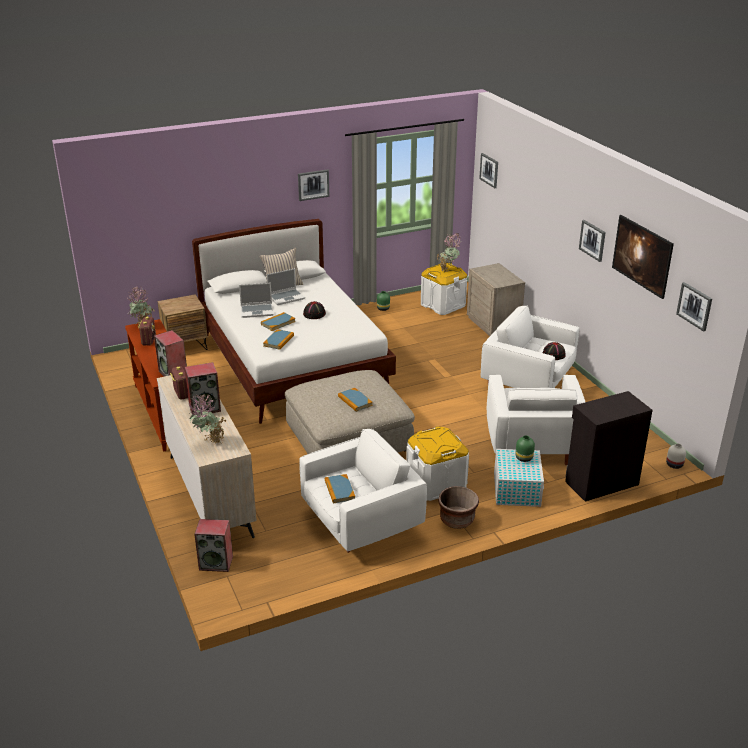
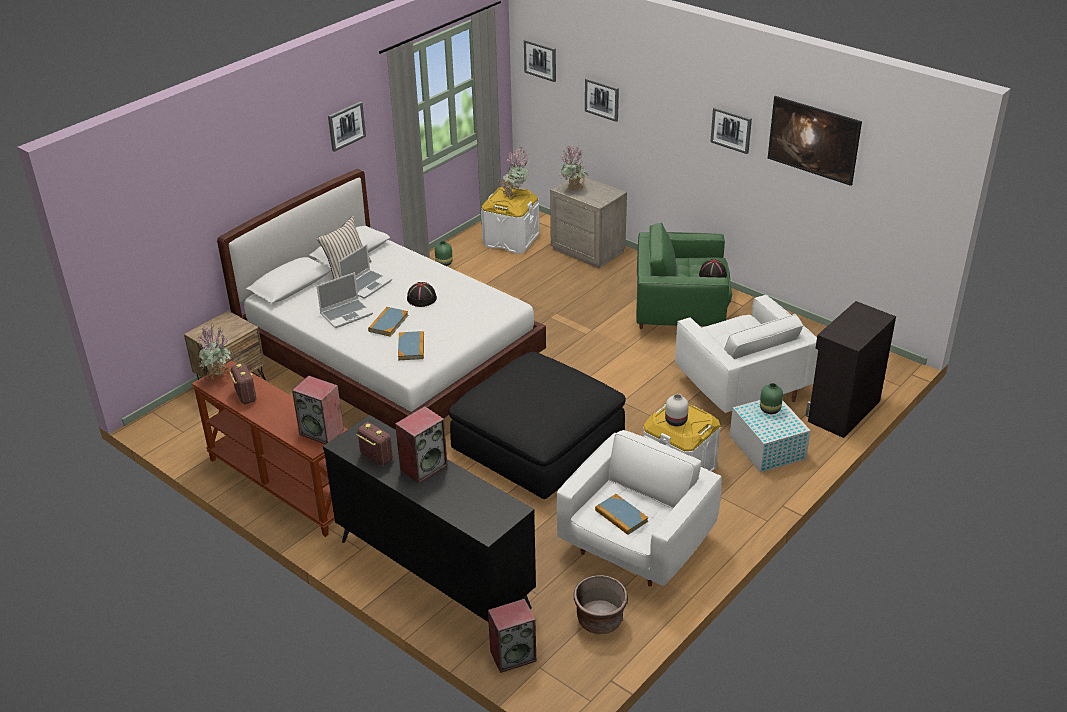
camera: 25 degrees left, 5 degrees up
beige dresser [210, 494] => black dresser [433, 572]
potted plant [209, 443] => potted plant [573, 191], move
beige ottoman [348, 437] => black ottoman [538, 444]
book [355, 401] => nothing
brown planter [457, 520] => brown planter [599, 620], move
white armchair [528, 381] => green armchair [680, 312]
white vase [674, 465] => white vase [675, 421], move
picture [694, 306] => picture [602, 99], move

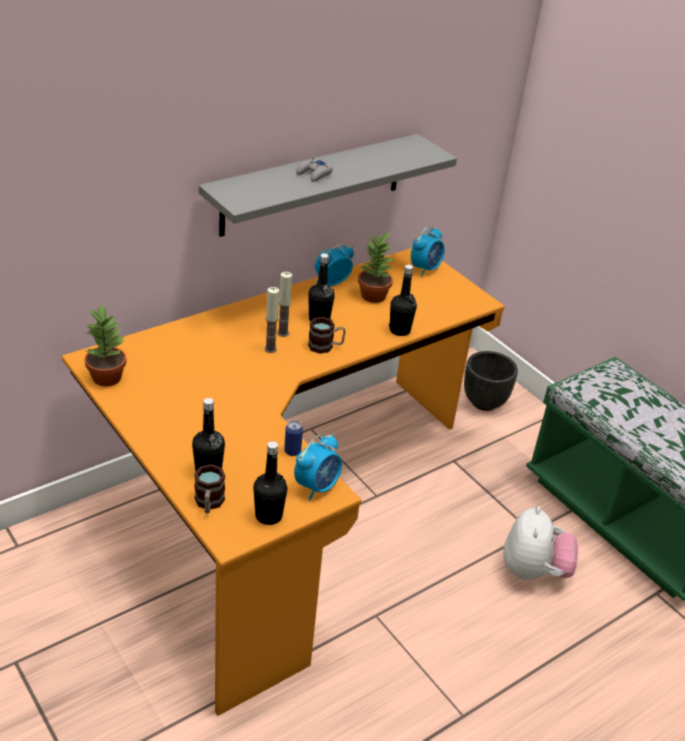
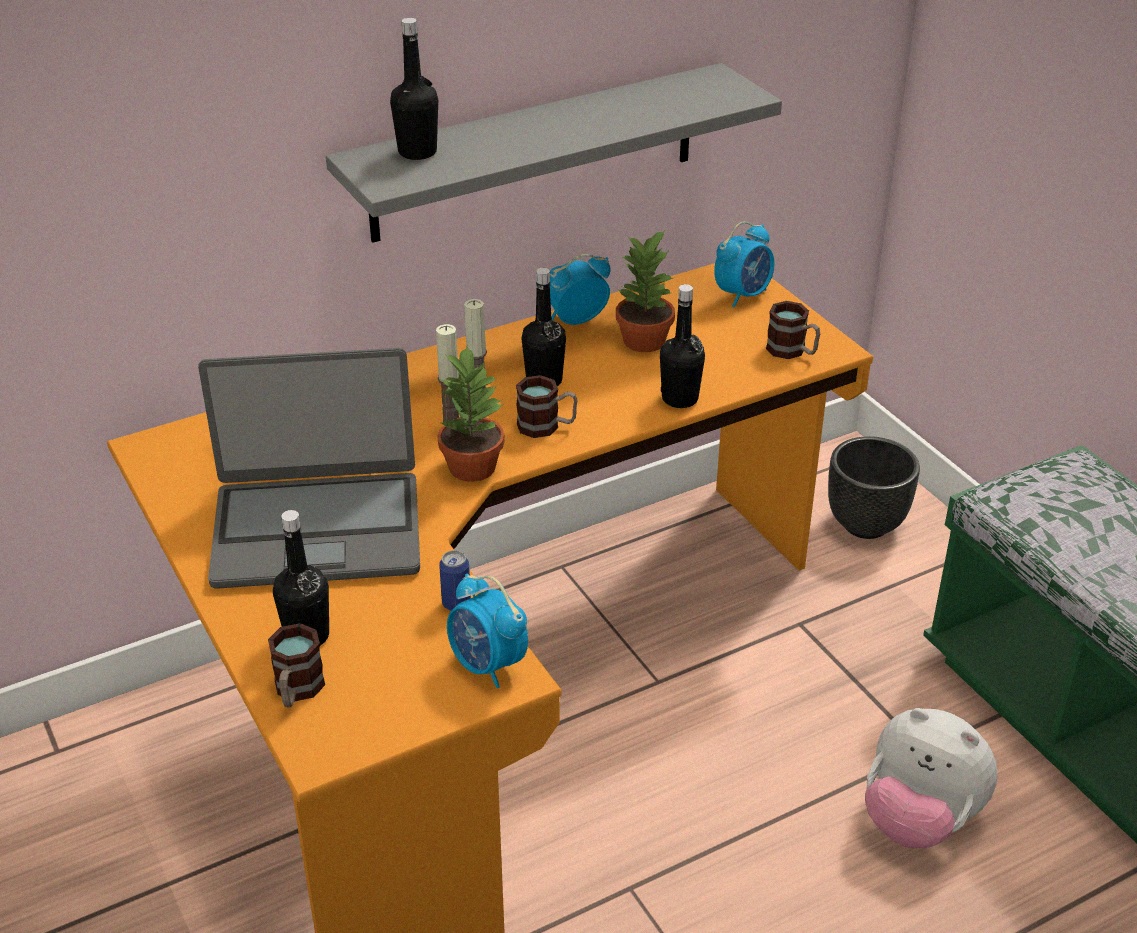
camera: 10 degrees right, 0 degrees up
potted plant [106, 377] => potted plant [471, 466], move
black bottle [268, 515] => black bottle [417, 152], move
alarm clock [317, 486] => alarm clock [487, 665], 90 degrees clockwise
grey game controller [314, 174] => nothing
plush toy [533, 571] => plush toy [919, 820], 105 degrees clockwise
nothing => laptop [317, 530]
nothing => mug [792, 351]

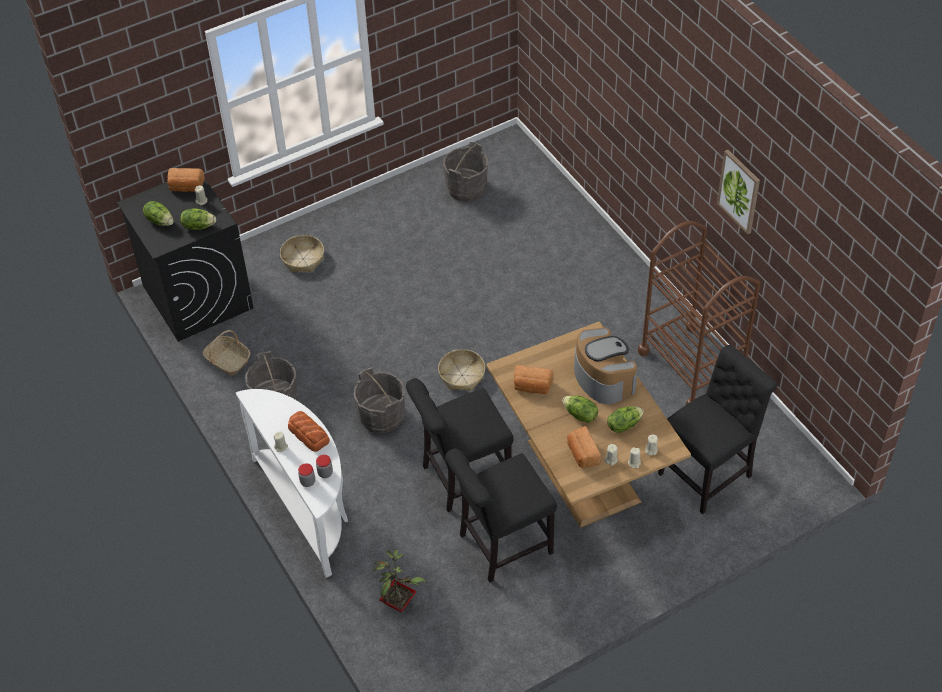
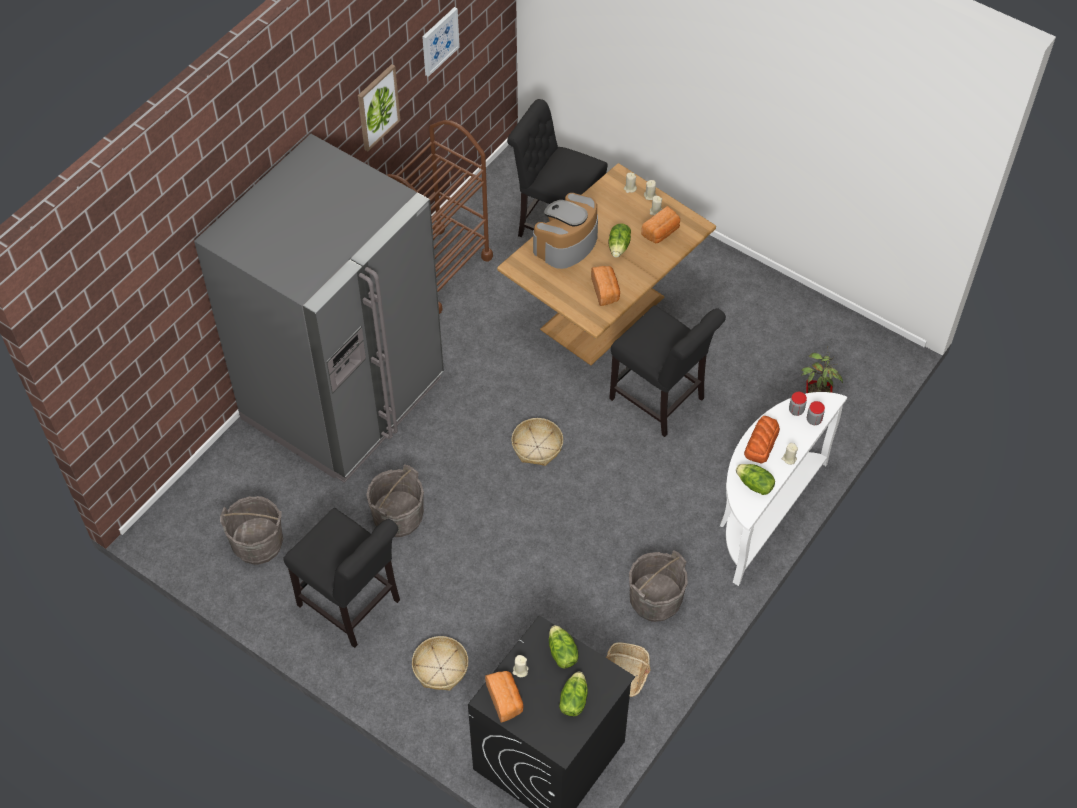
camera: 115 degrees left, 5 degrees up
grey bucket [381, 417] => grey bucket [398, 517], move
black chair [501, 545] => black chair [353, 606], move
lettuce [623, 425] => lettuce [754, 485], move
nothing => grey fridge [343, 399]
nothing => picture [439, 41]

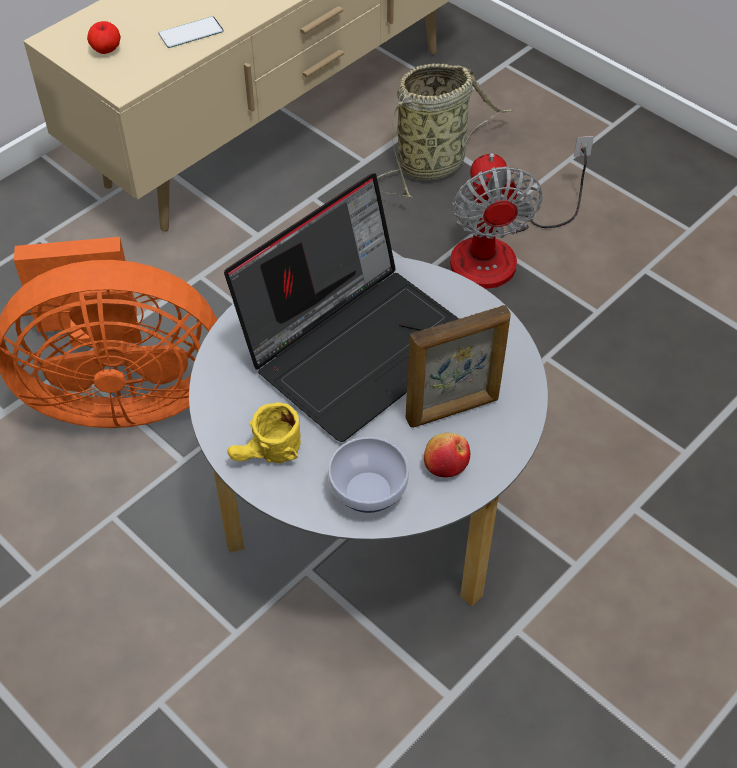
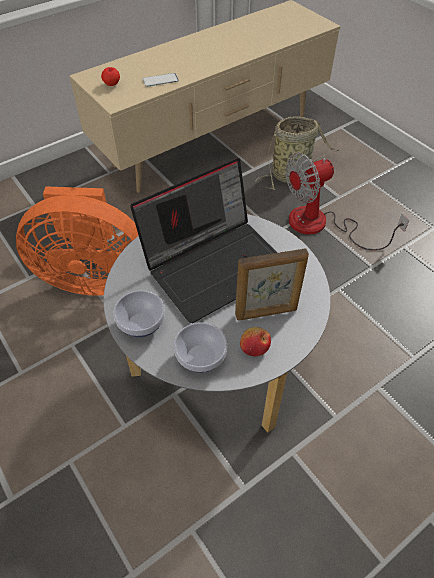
camera: 10 degrees right, 0 degrees up
yellow mug [267, 456] => bowl [143, 325]
fan [500, 250] => fan [321, 225], 60 degrees clockwise

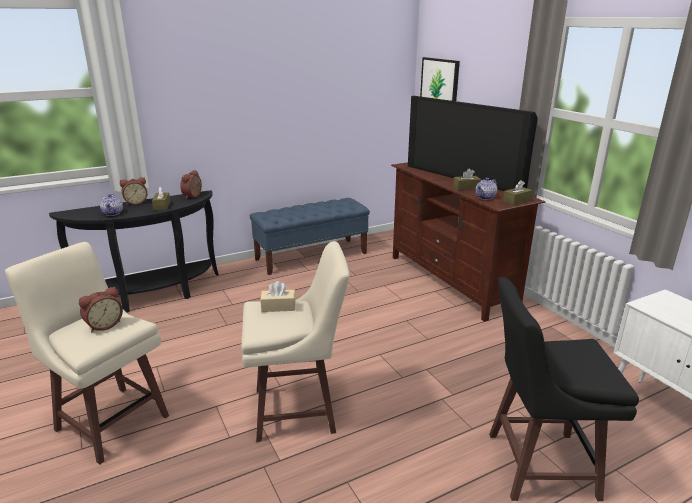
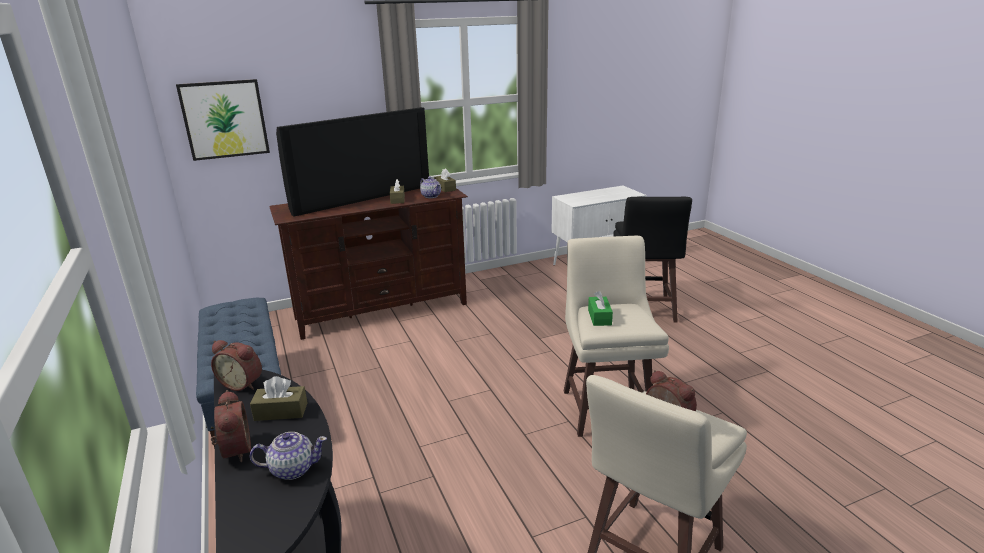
camera: 85 degrees left, 0 degrees up
beige tissue box [278, 307] => green tissue box [599, 317]

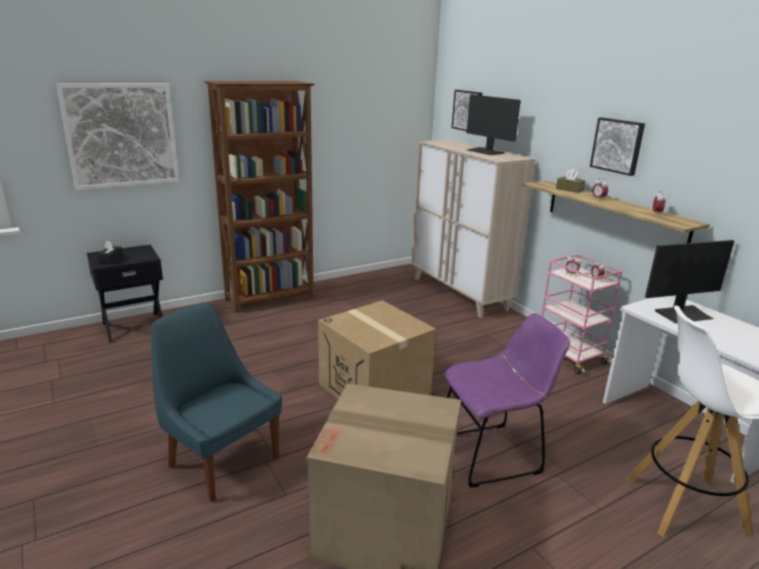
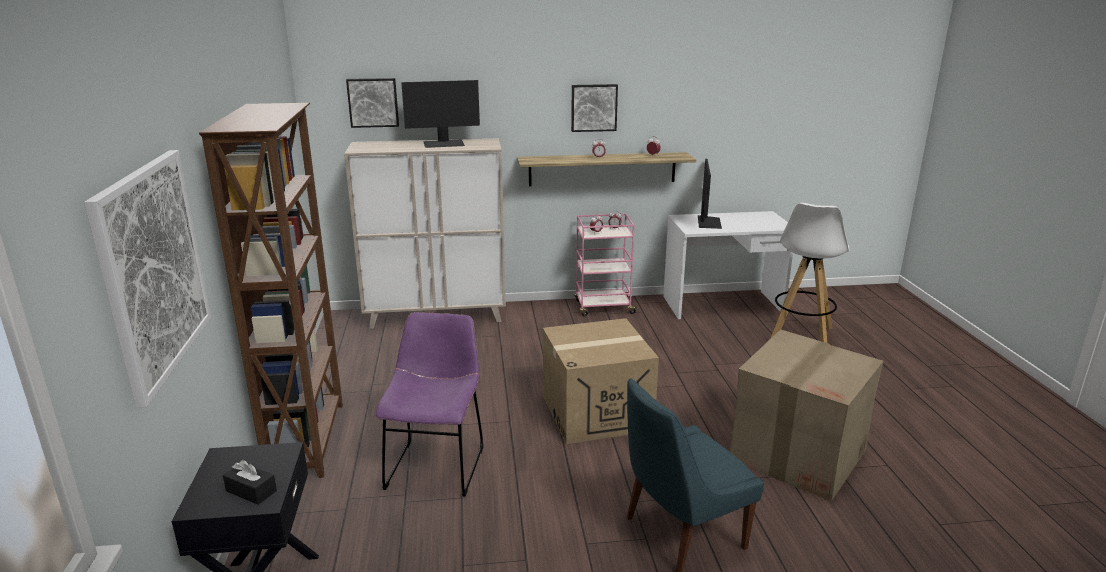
camera: 65 degrees left, 0 degrees up
purple chair [493, 453] => purple chair [437, 464], move
brown tissue box [569, 189] => nothing

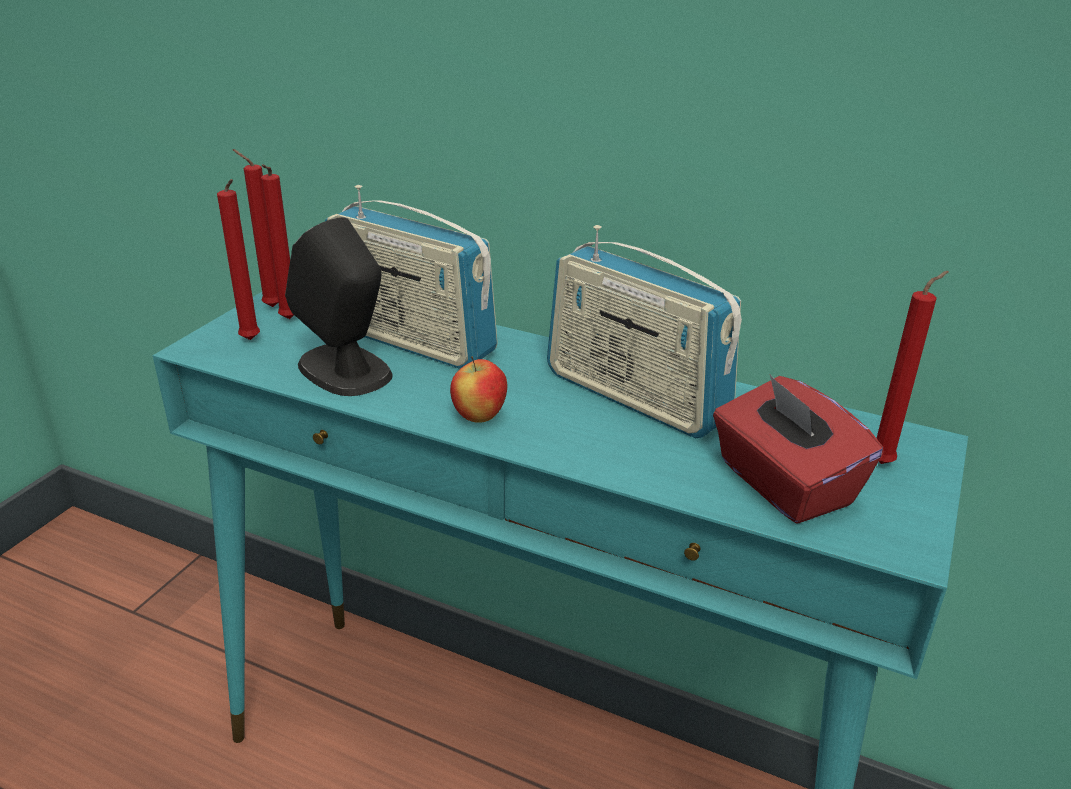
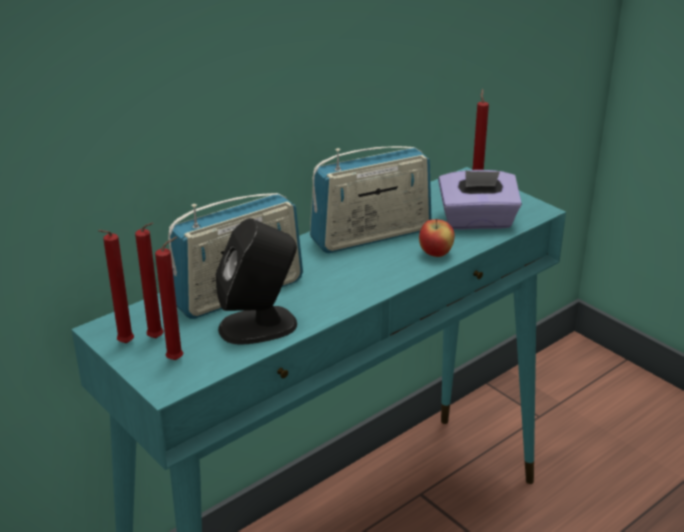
camera: 65 degrees left, 0 degrees up
apple [479, 417] => apple [436, 254], move
red tissue box [783, 484] => purple tissue box [477, 221]

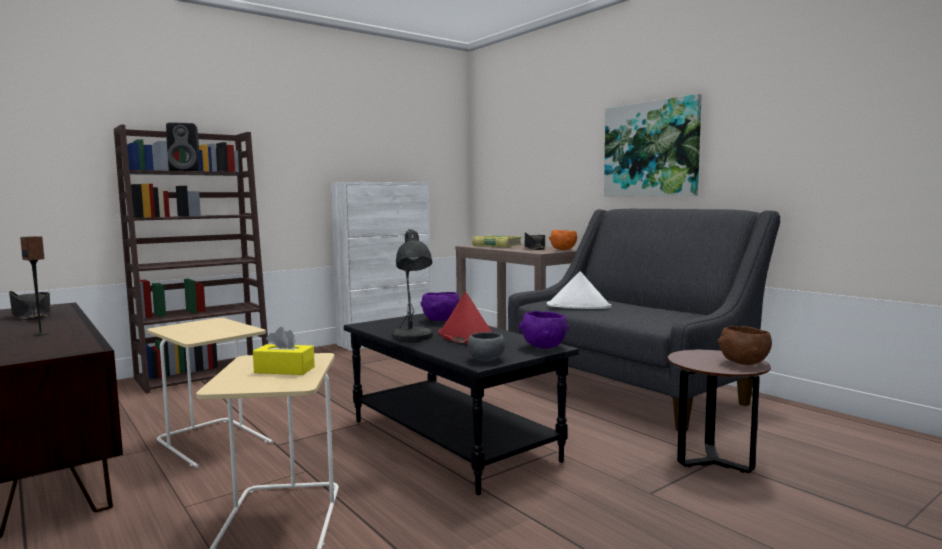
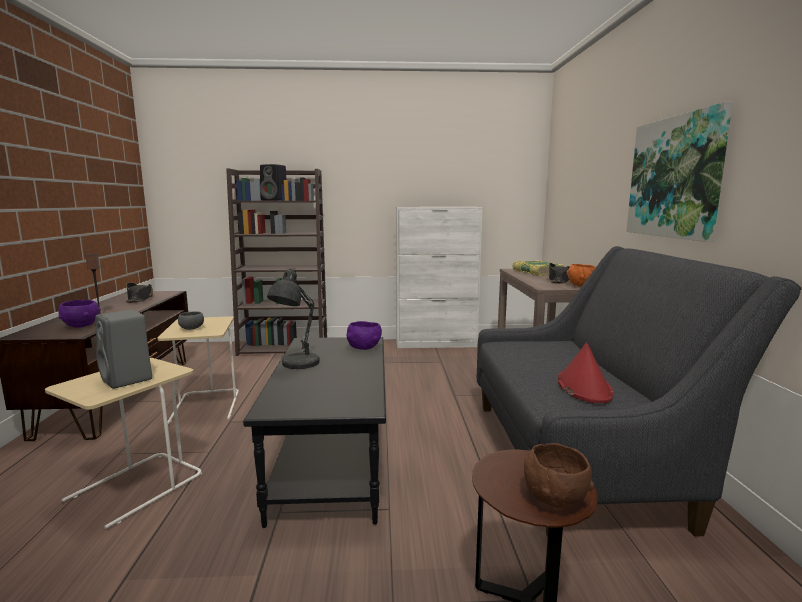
camera: 35 degrees right, 5 degrees up
yellow tissue box [284, 370] => grey speaker [128, 379]
red hat [466, 337] => red hat [583, 387], move
grey bowl [486, 359] => grey bowl [192, 328], move
purple bowl [544, 347] => purple bowl [80, 326], move
white hat [579, 306] => nothing

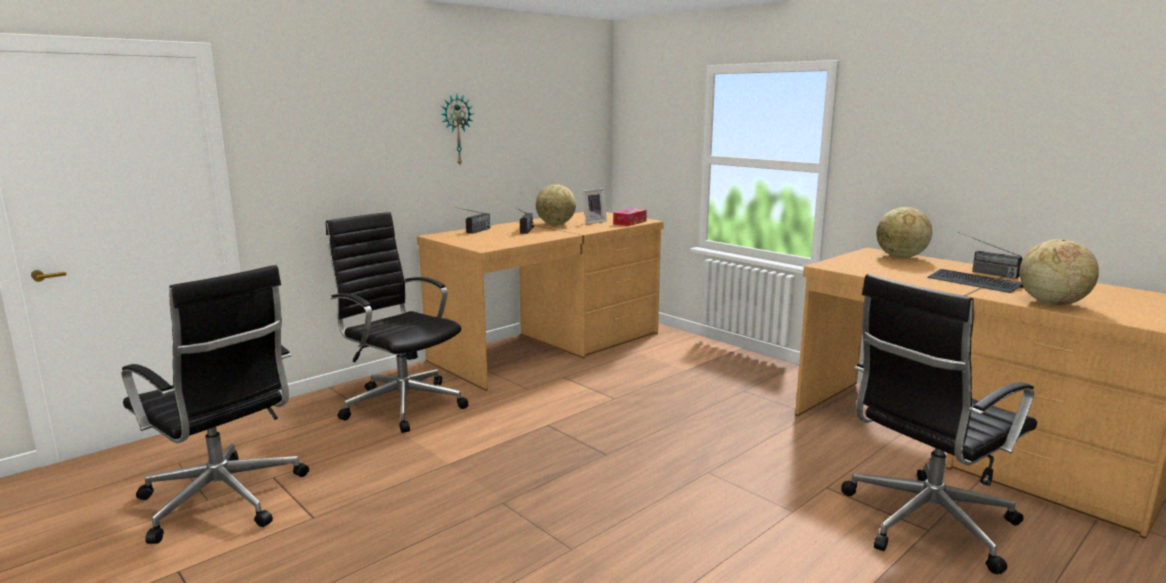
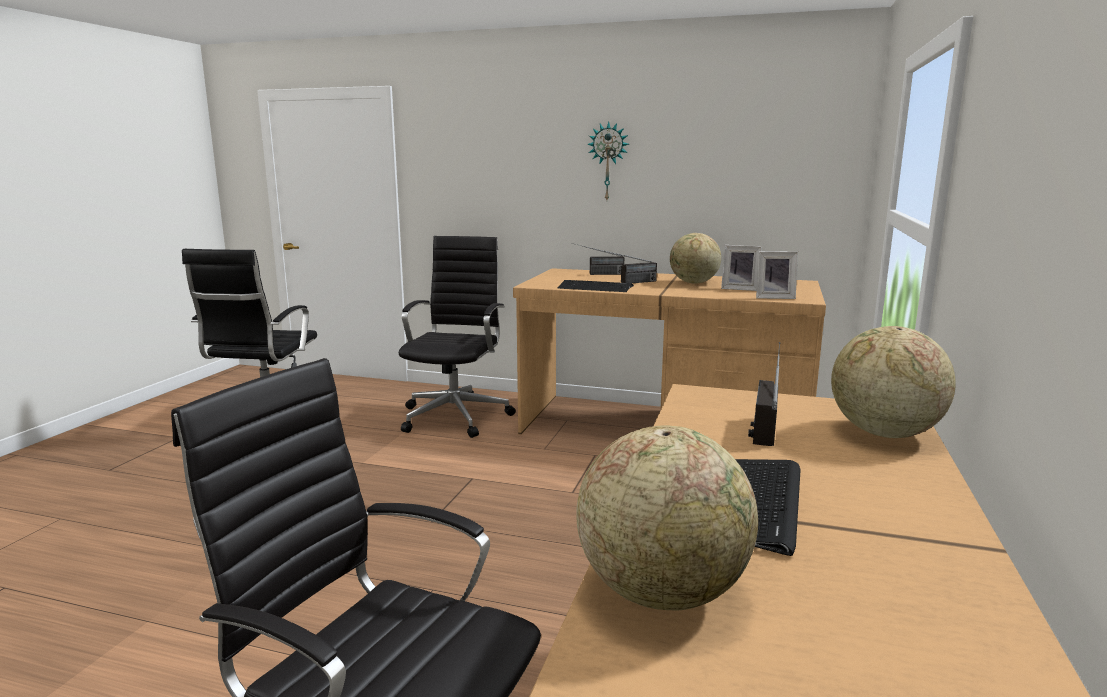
camera: 60 degrees right, 0 degrees up
tissue box [629, 222] => picture frame [774, 297]
radio [983, 272] => radio [762, 423], move
nothing => keyboard [595, 288]

